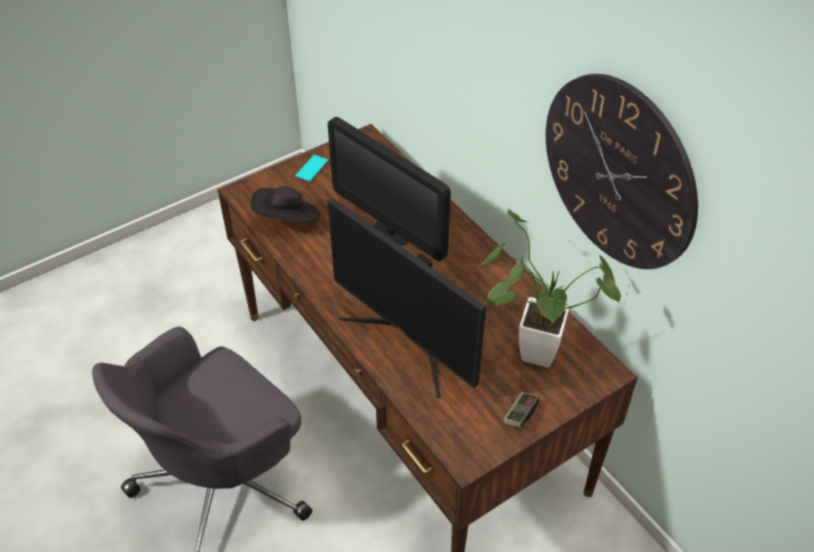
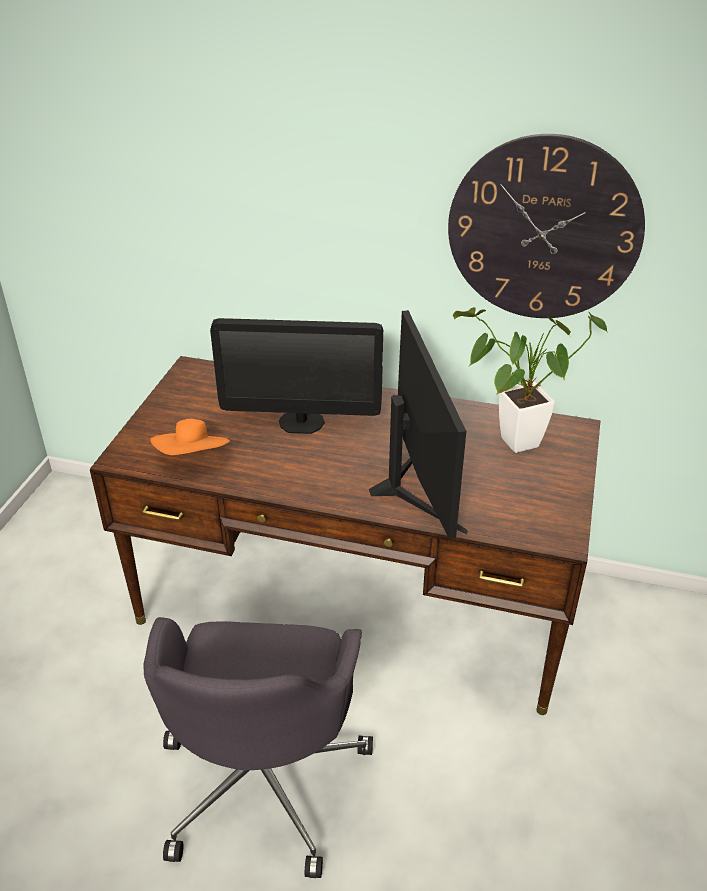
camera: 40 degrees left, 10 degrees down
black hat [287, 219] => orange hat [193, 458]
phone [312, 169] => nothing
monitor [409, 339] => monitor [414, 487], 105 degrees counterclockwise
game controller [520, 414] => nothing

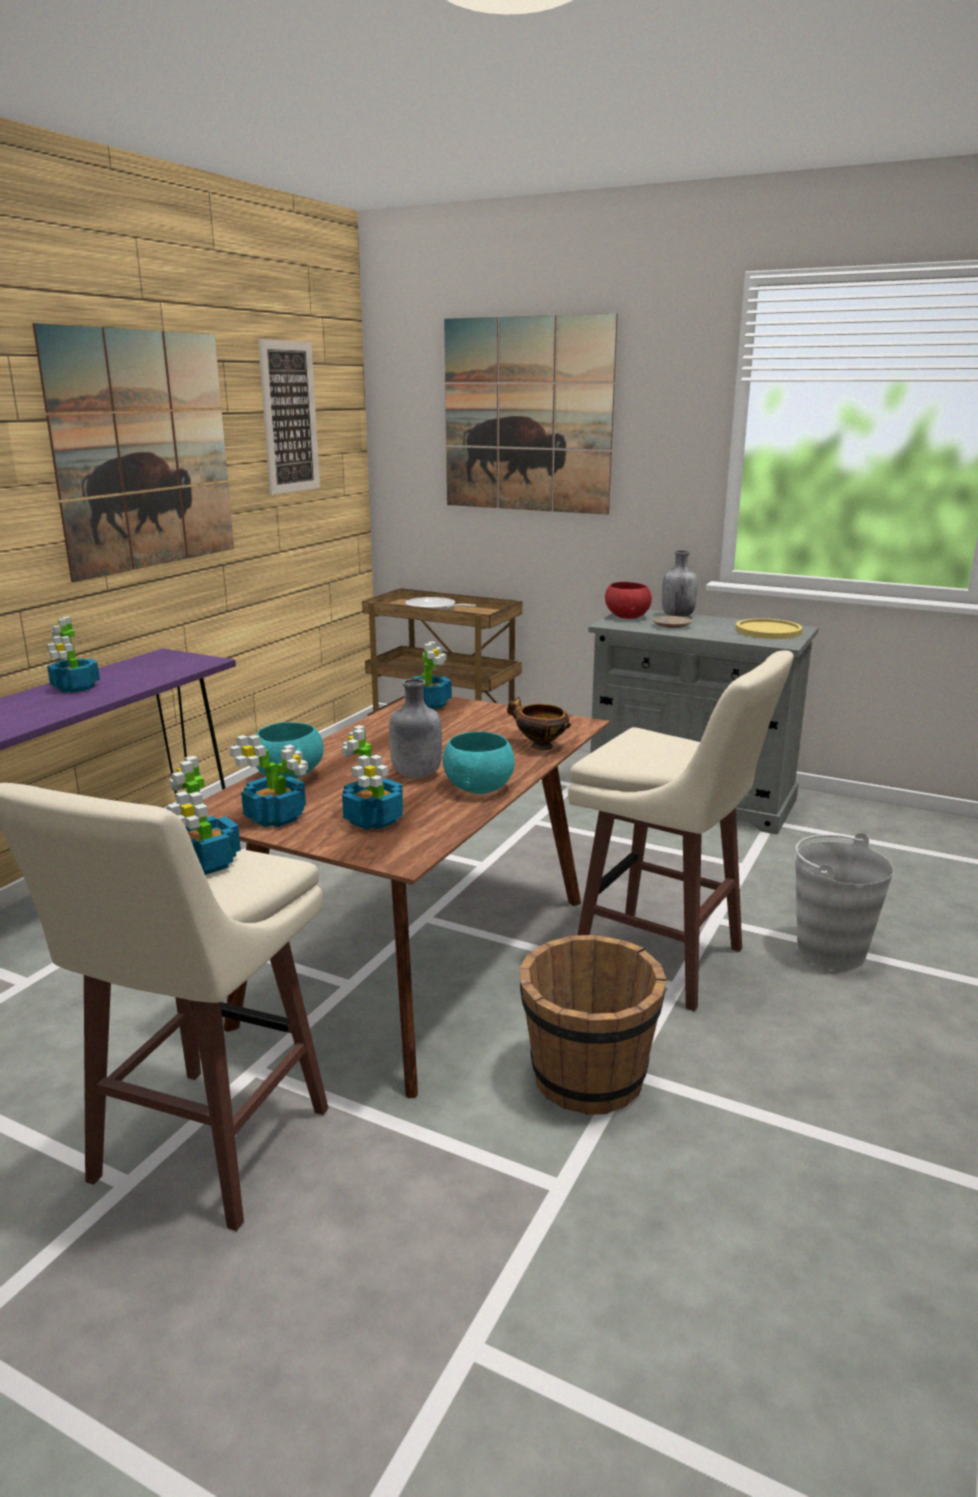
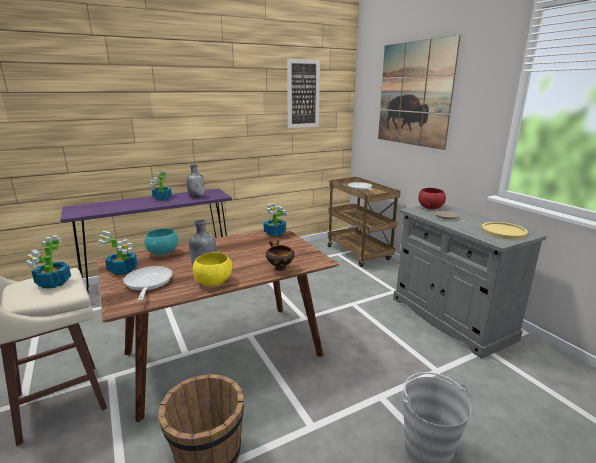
camera: 35 degrees right, 0 degrees up
picture [144, 451] => nothing
potted plant [373, 820] => frying pan [148, 284]
turquoise bowl [478, 787] => yellow bowl [214, 281]
beige stool [663, 961] => nothing
grey bottle [677, 616] => grey bottle [196, 196], move

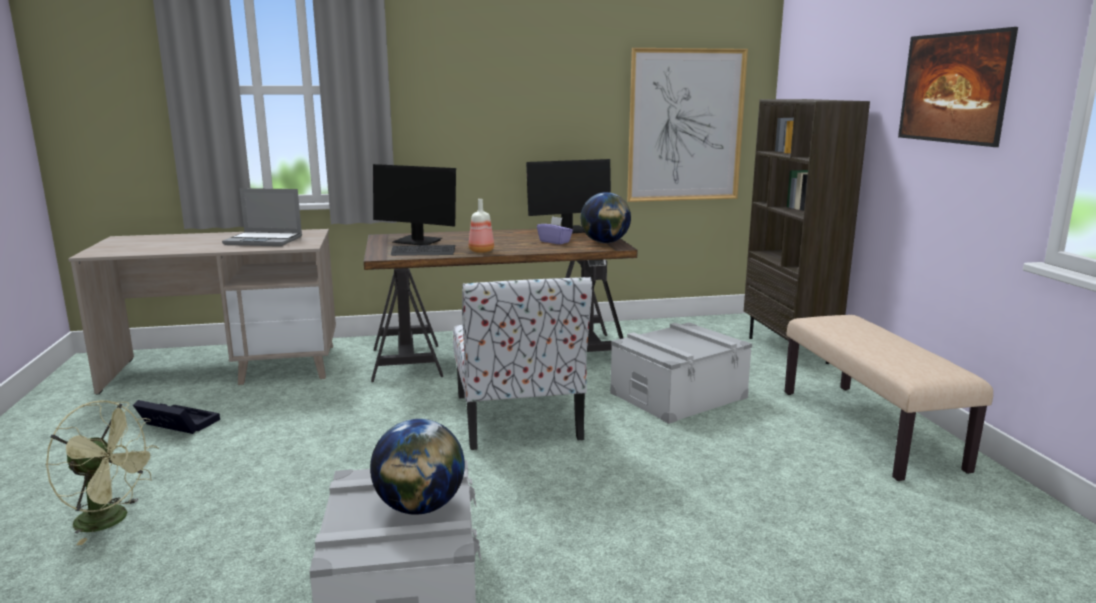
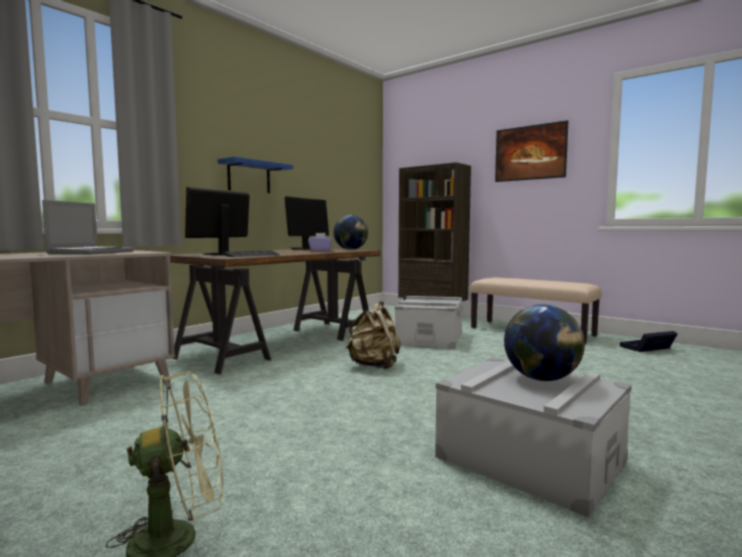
camera: 40 degrees left, 10 degrees down
black storage box [177, 424] => black storage box [646, 348], move
laptop [265, 241] => laptop [92, 252], 45 degrees counterclockwise
monitor [417, 241] => monitor [223, 254], 135 degrees clockwise
chair [518, 418] => beige backpack [374, 366]
bottle [480, 251] => nothing
picture [685, 126] => nothing
nothing => blue shelf [249, 177]

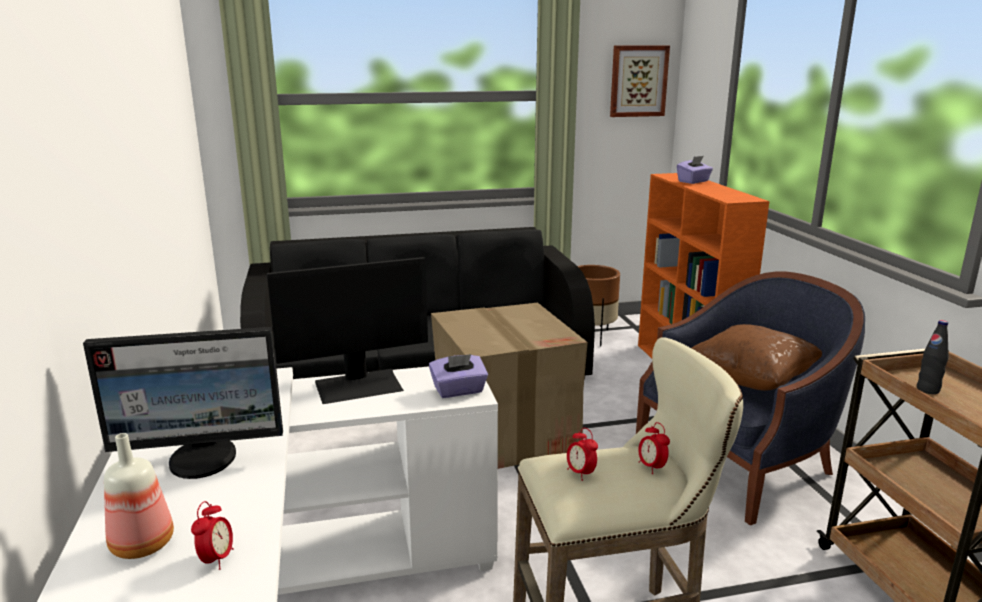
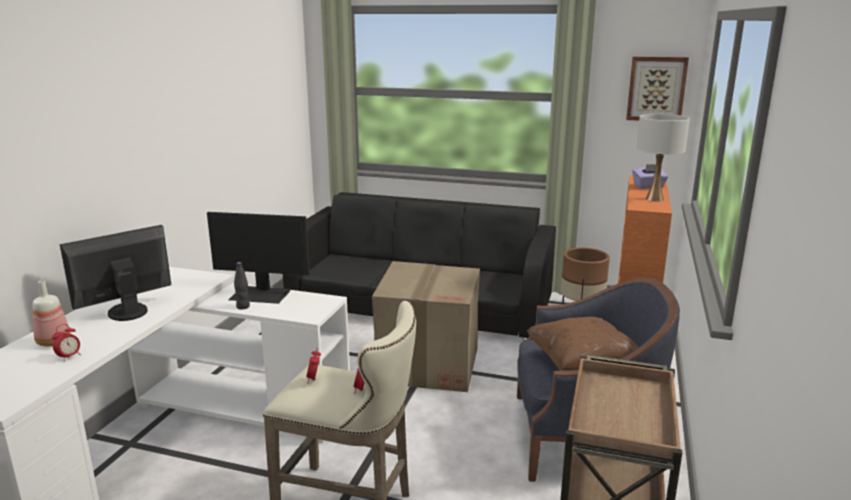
camera: 30 degrees right, 0 degrees up
monitor [203, 460] => monitor [126, 312], 120 degrees clockwise
purple tissue box [459, 391] => nothing
black bottle [928, 390] => black bottle [243, 307], move
nothing => white table lamp [654, 199]

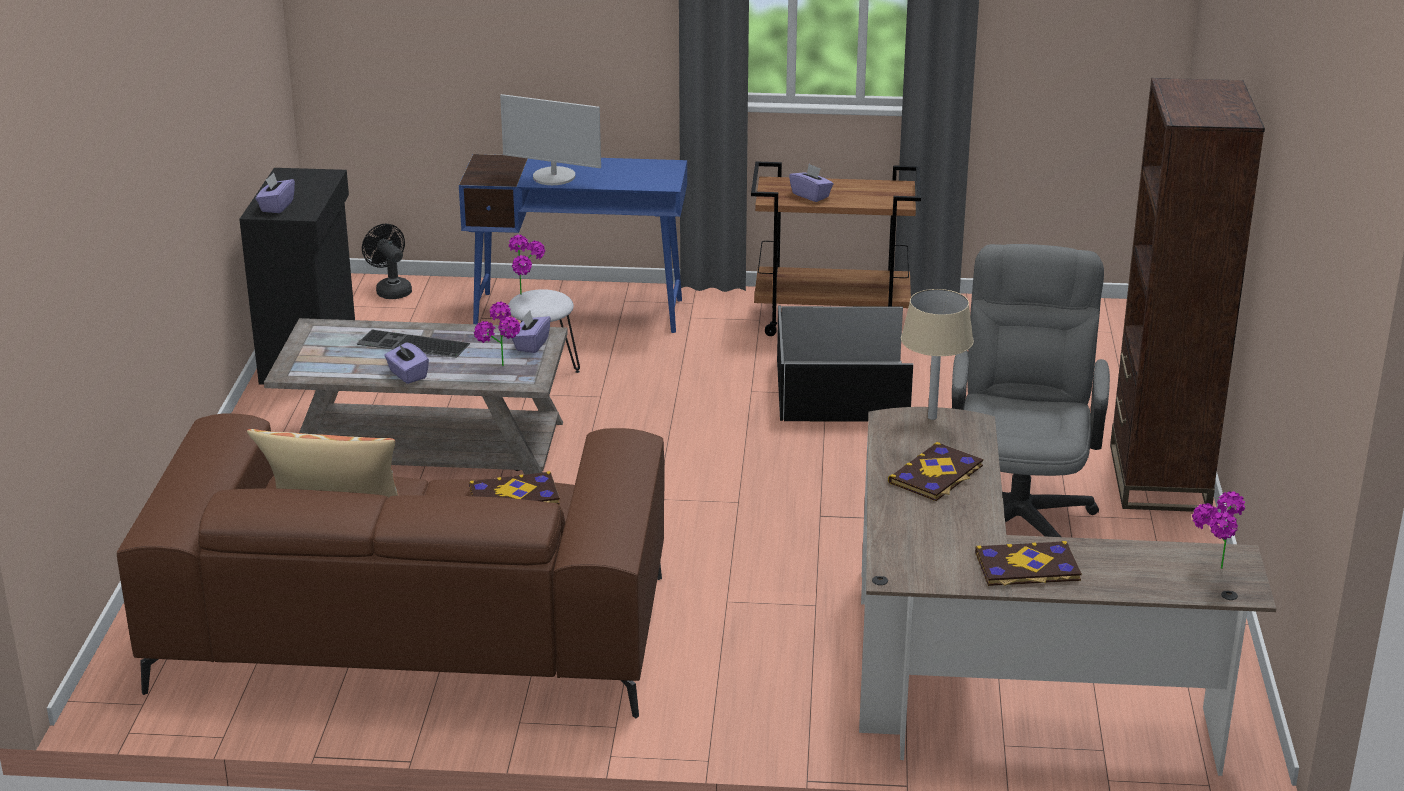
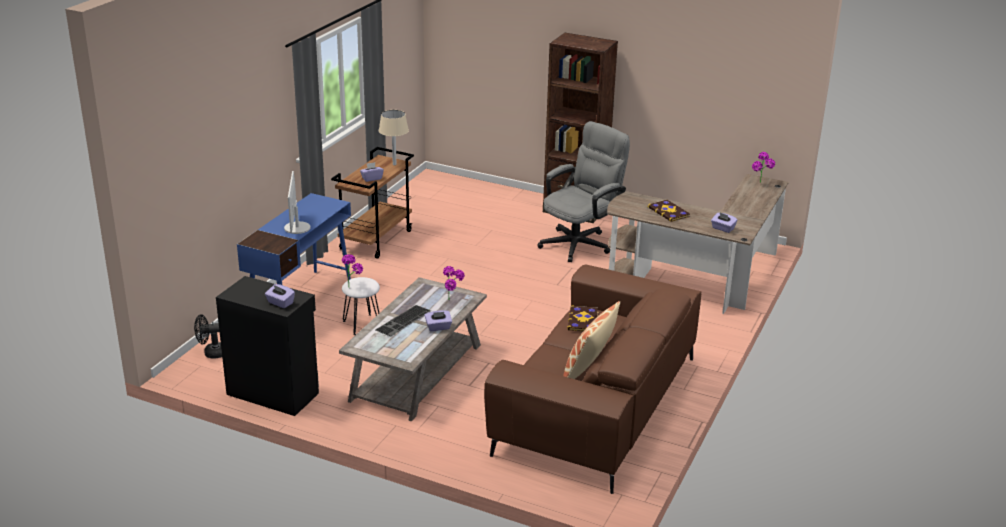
camera: 70 degrees left, 0 degrees up
monitor [554, 177] => monitor [297, 228], 135 degrees clockwise
purple tissue box [531, 344] => purple tissue box [723, 229], move
black storage box [842, 391] => nothing
beige table lamp [932, 417] => beige table lamp [394, 164], move
grey office chair [1019, 510] => grey office chair [580, 242], 105 degrees clockwise
book [1027, 567] => nothing

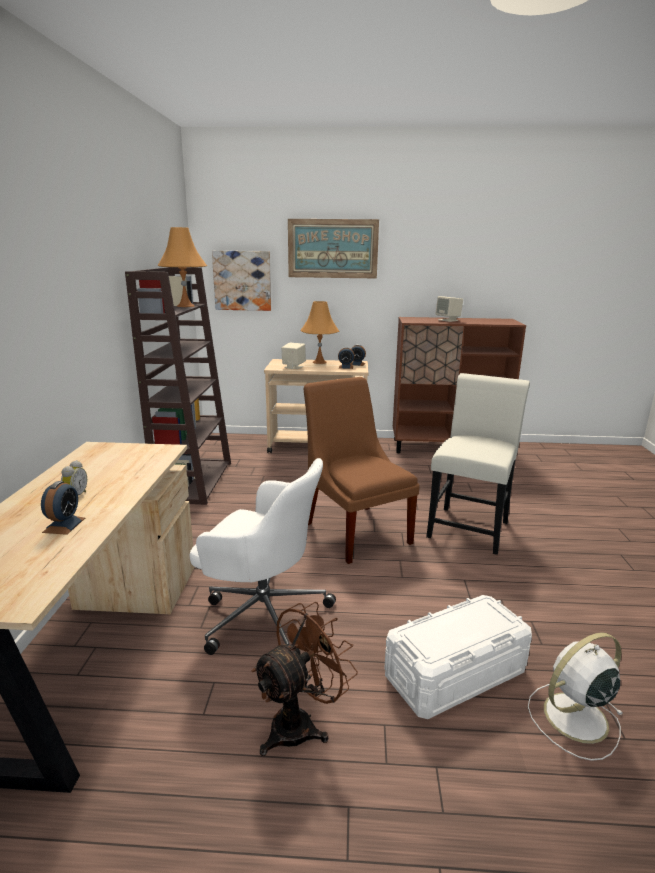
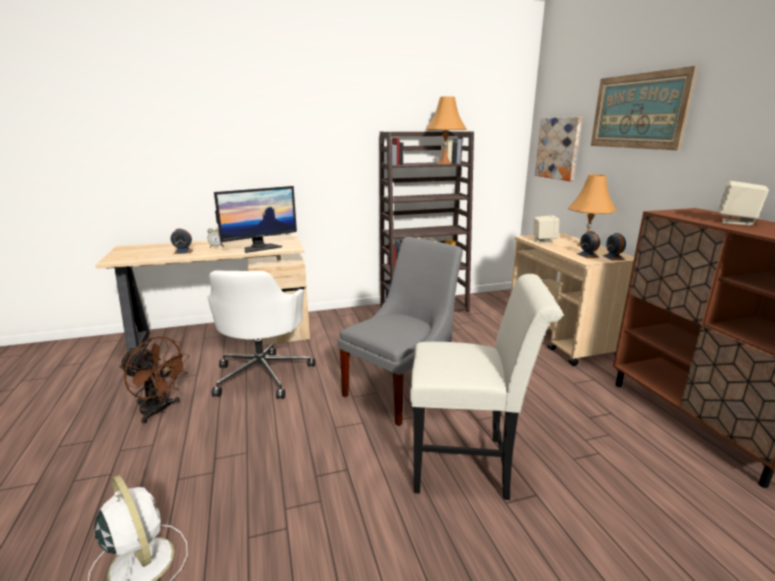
camera: 70 degrees right, 0 degrees up
brown chair [355, 530] => grey chair [401, 389]
white storage box [454, 673] => nothing
nothing => monitor [260, 248]

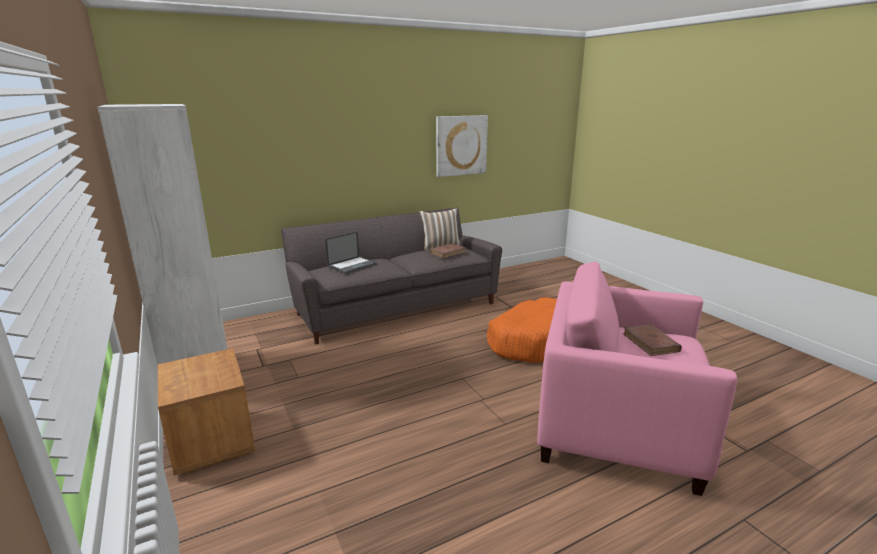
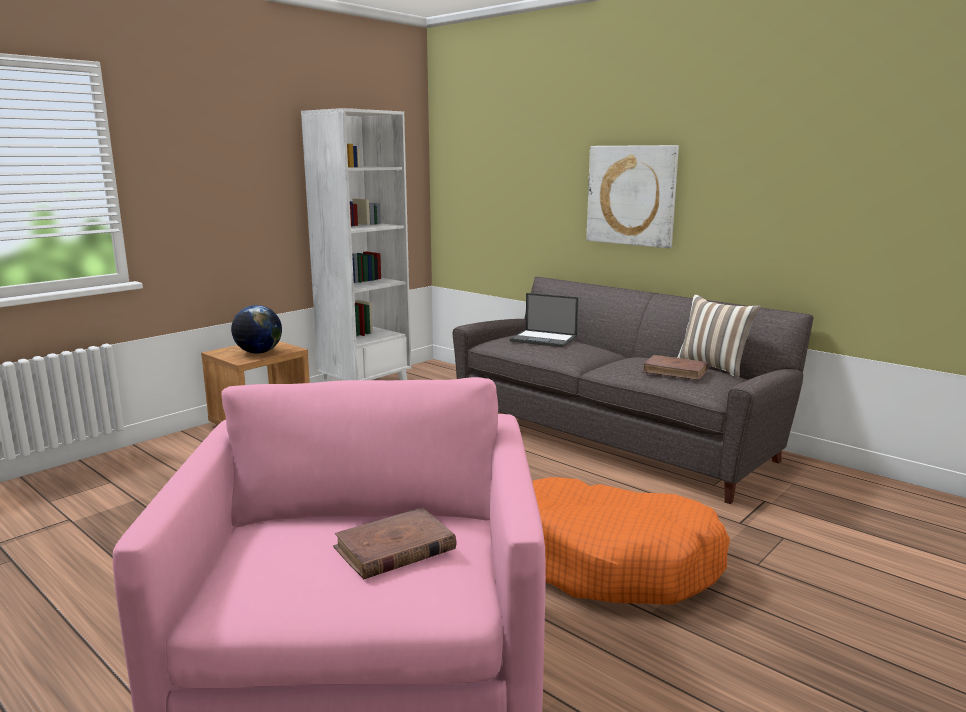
camera: 70 degrees right, 5 degrees down
picture [461, 145] => picture [631, 195], move
nothing => globe [258, 352]

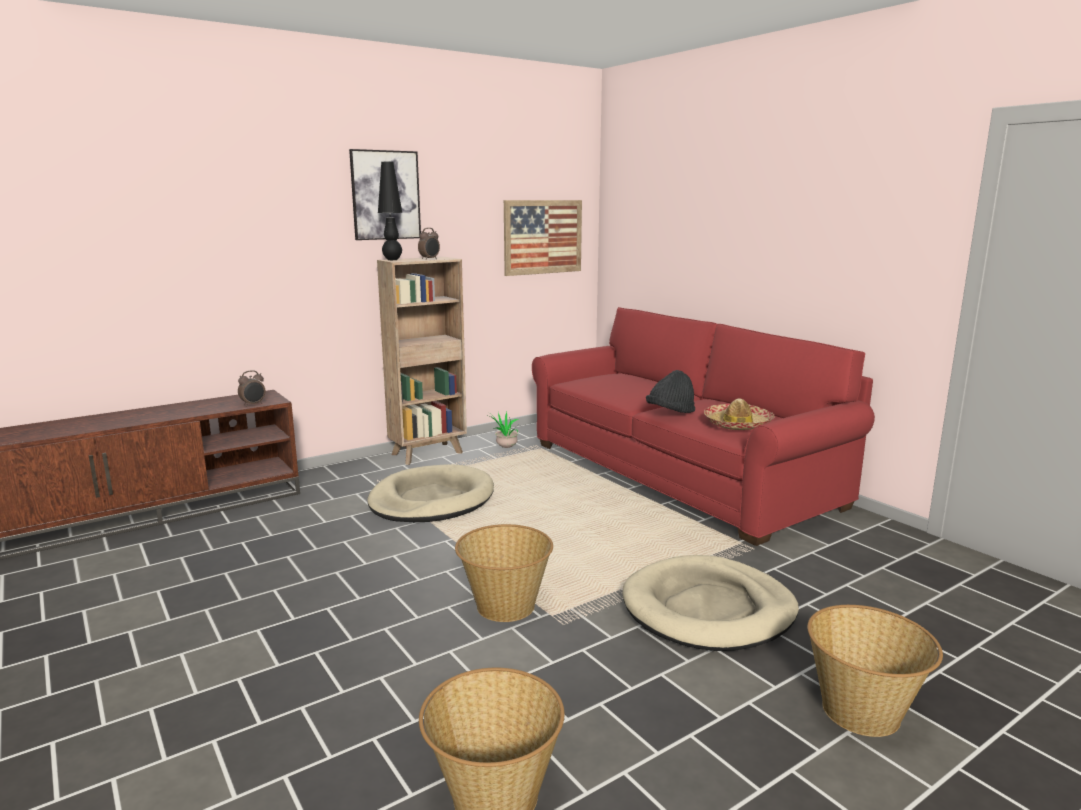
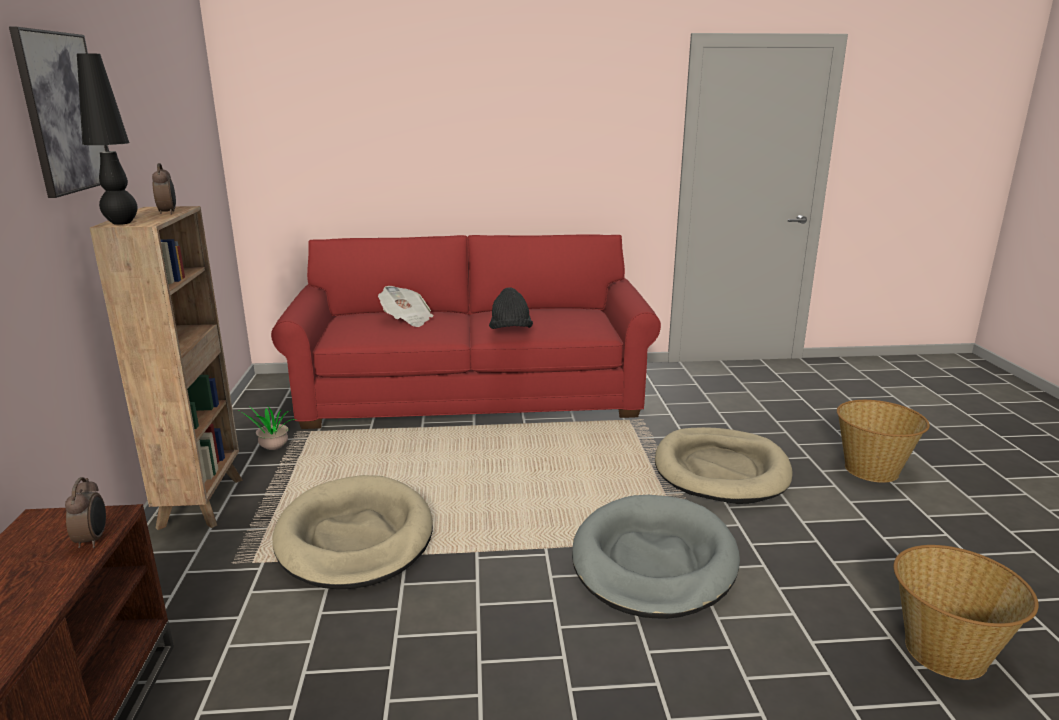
camera: 60 degrees left, 5 degrees up
basket [505, 606] => grey dog bed [653, 561]
picture [543, 237] => nothing
hat [737, 424] => nothing
nothing => newspaper [407, 320]

